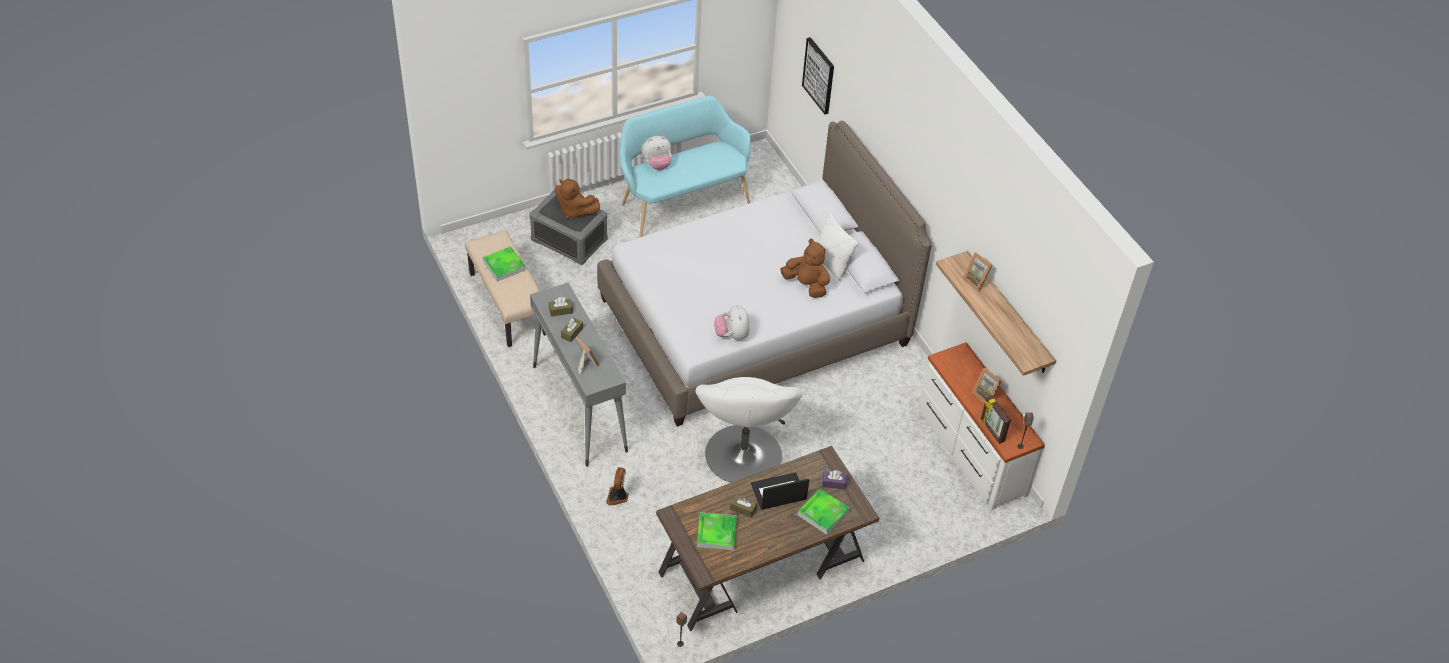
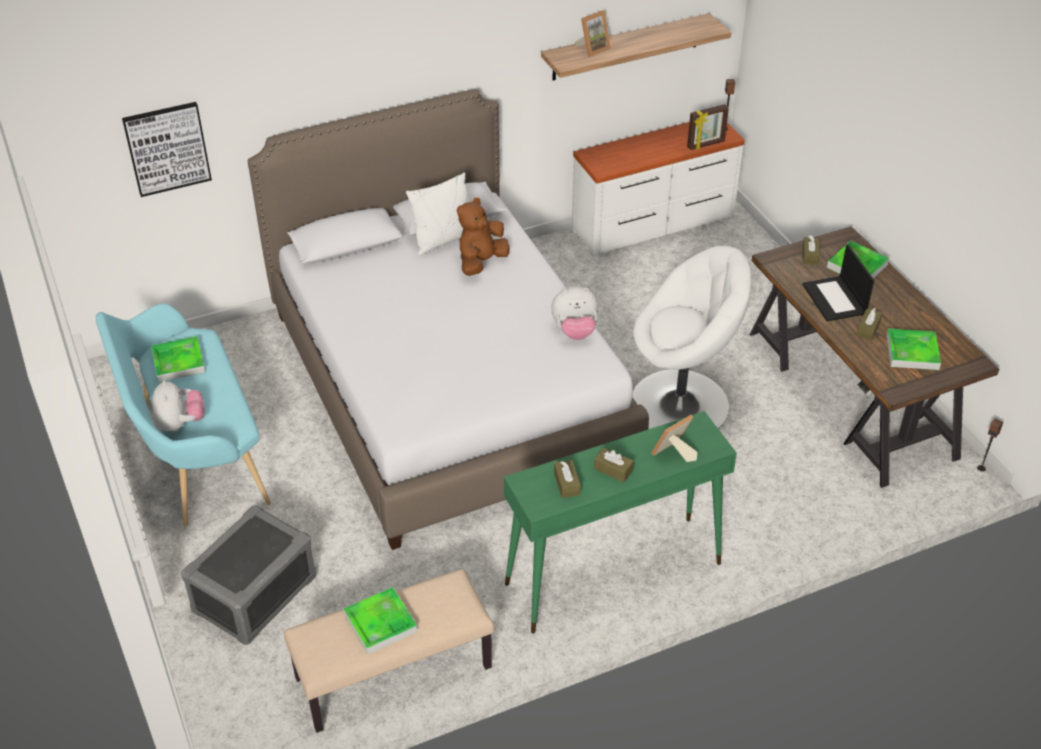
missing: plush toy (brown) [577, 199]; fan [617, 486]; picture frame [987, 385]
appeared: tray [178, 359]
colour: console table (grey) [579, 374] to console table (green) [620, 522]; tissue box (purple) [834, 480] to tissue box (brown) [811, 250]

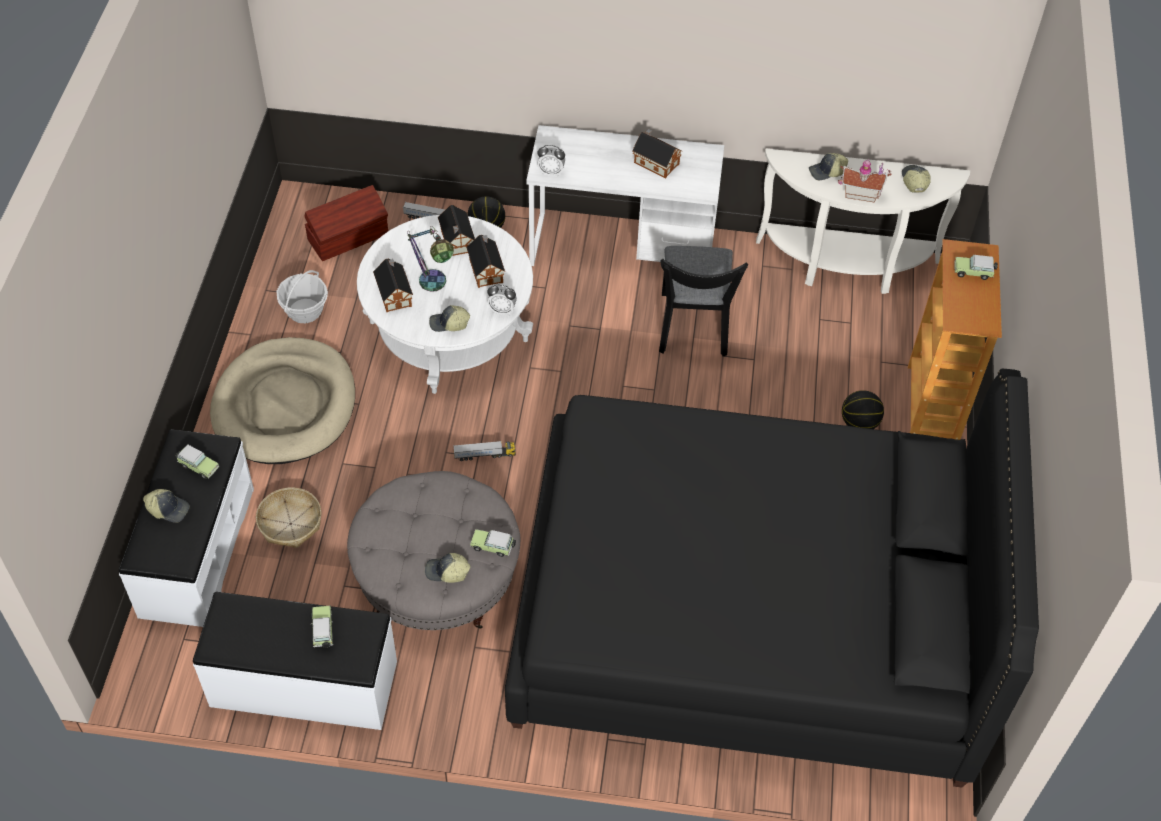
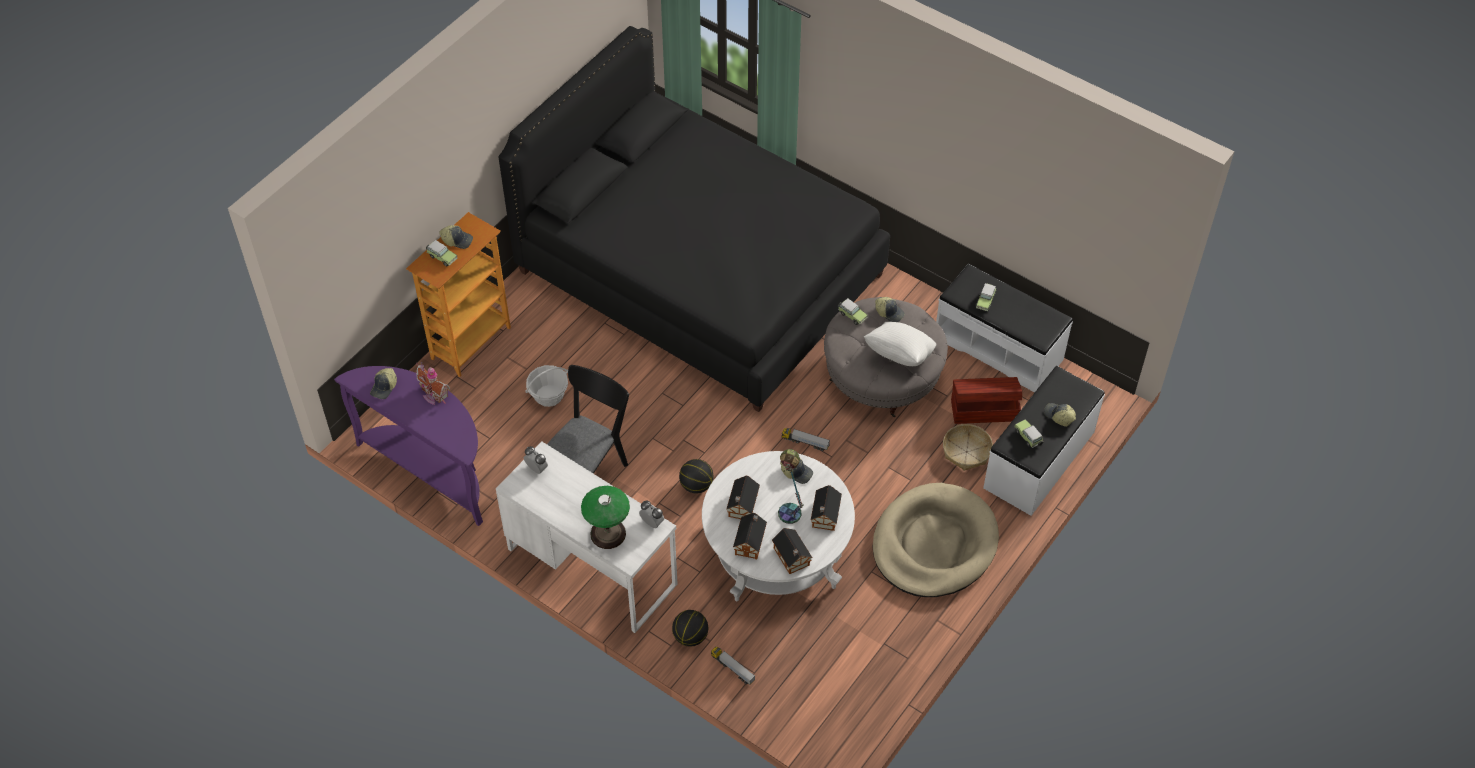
appeared: table lamp [605, 517]; pillow (white) [900, 344]
relocated: basket [302, 296] to [546, 386]; storage box (brown) [346, 223] to [986, 400]; alarm clock [502, 299] to [536, 460]; toy house [657, 153] to [792, 551]; cap [828, 166] to [456, 237]; basketball [863, 409] to [696, 476]
colour: console table (white) [863, 221] to console table (purple) [408, 446]

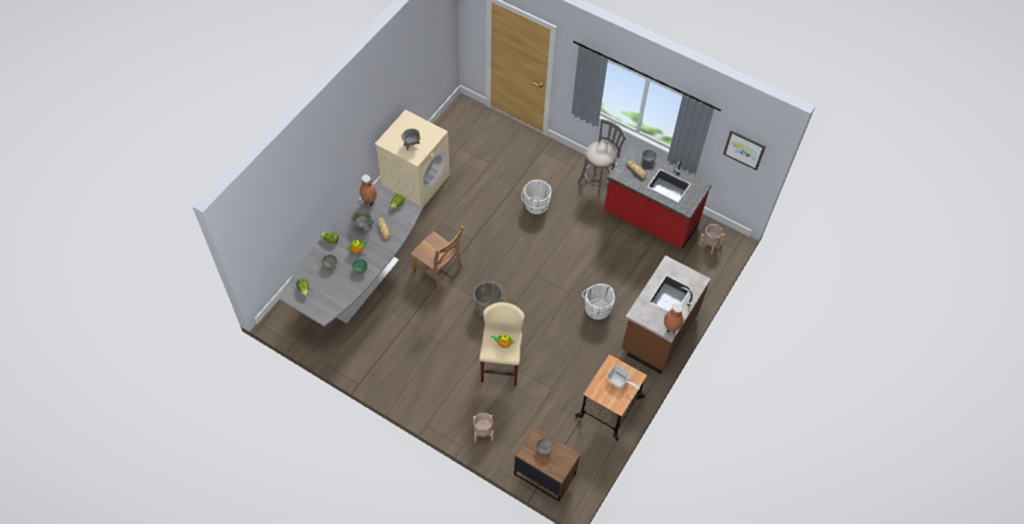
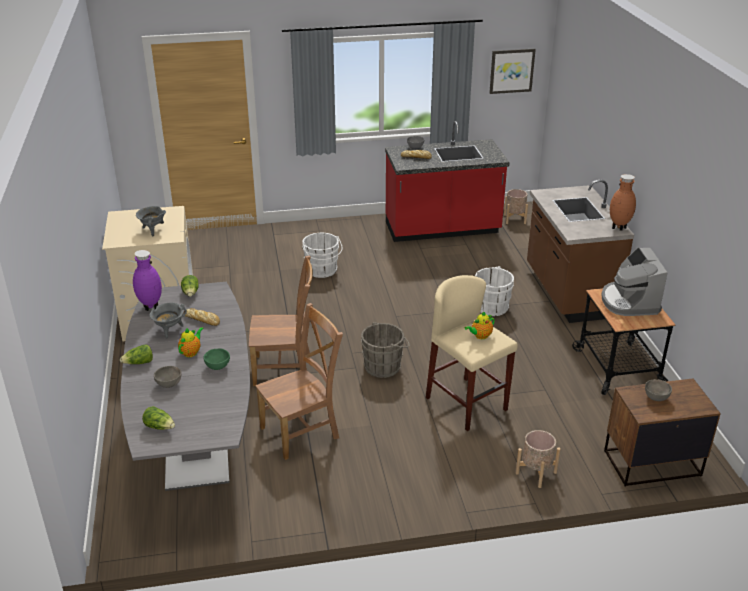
missing: stool (grey) [602, 158]
appeared: chair (brown) [299, 381]
exchanged: frying pan [623, 377] to coffee machine [634, 281]
colour: vase (brown) [368, 190] to vase (purple) [147, 280]

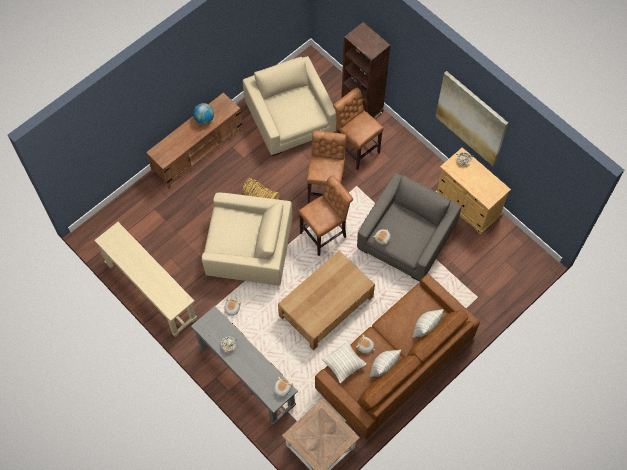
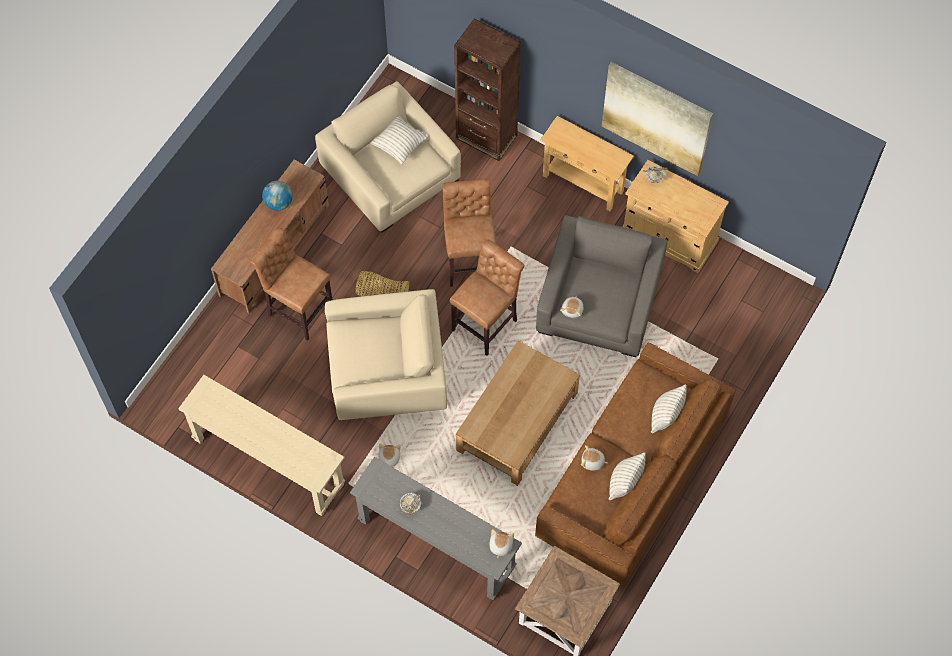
appeared: console table (beige) [587, 163]
relocated: pillow [344, 362] to [400, 140]; stool (brown) [358, 129] to [291, 284]

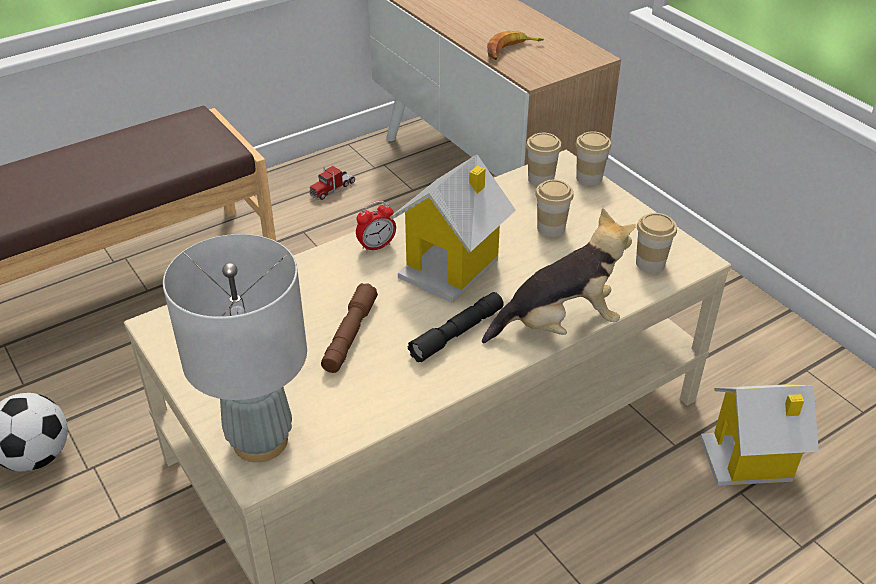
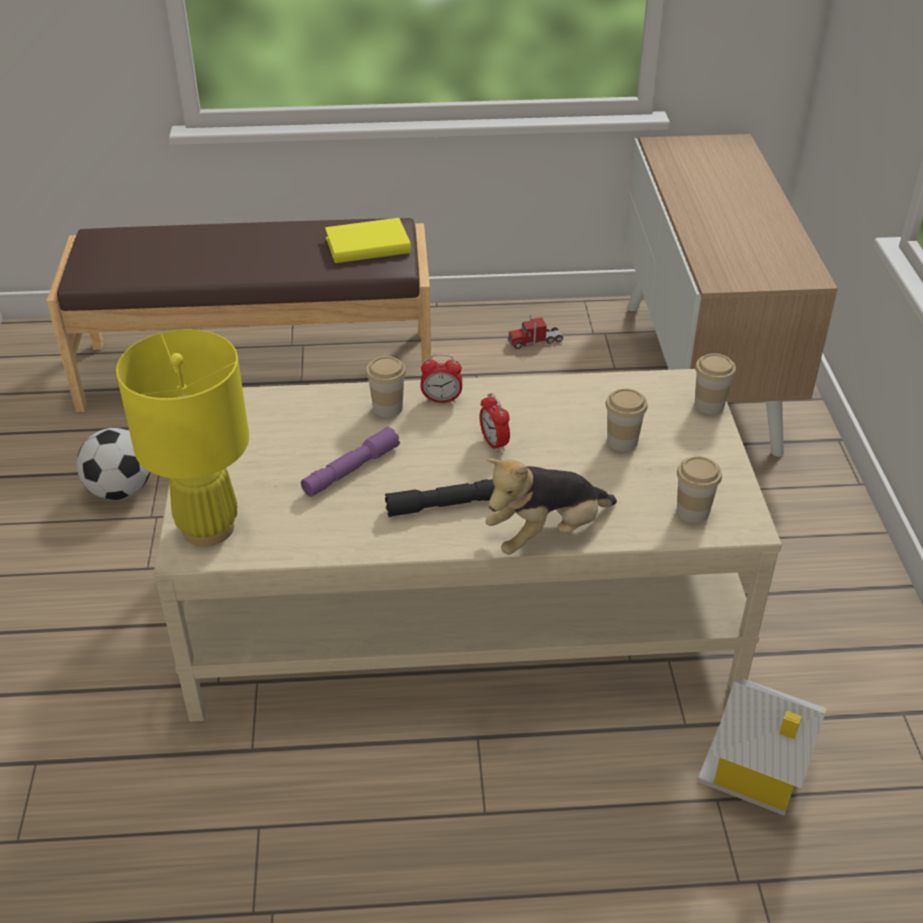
missing: banana [515, 45]
appeared: book (yellow) [368, 240]
relocated: cup [544, 160] to [386, 386]
exchanged: toy house [453, 228] to alarm clock [495, 423]
colour: table lamp (grey) [235, 348] to table lamp (yellow) [182, 437]; flashlight (brown) [349, 328] to flashlight (purple) [350, 462]
spun: plush toy [559, 275] = [551, 506] 135 degrees clockwise

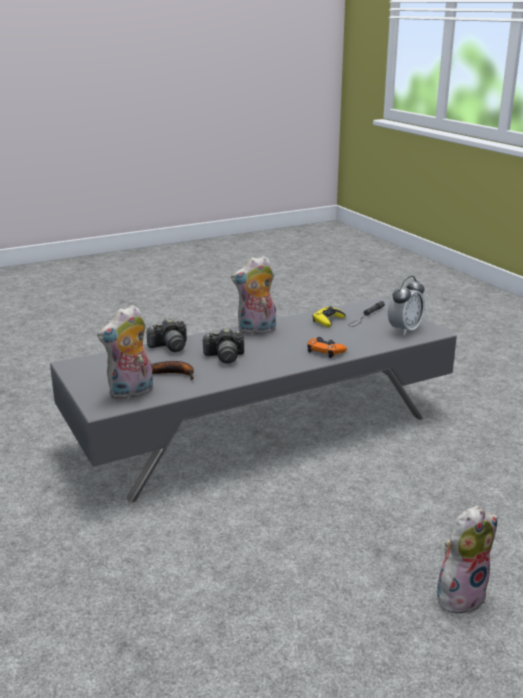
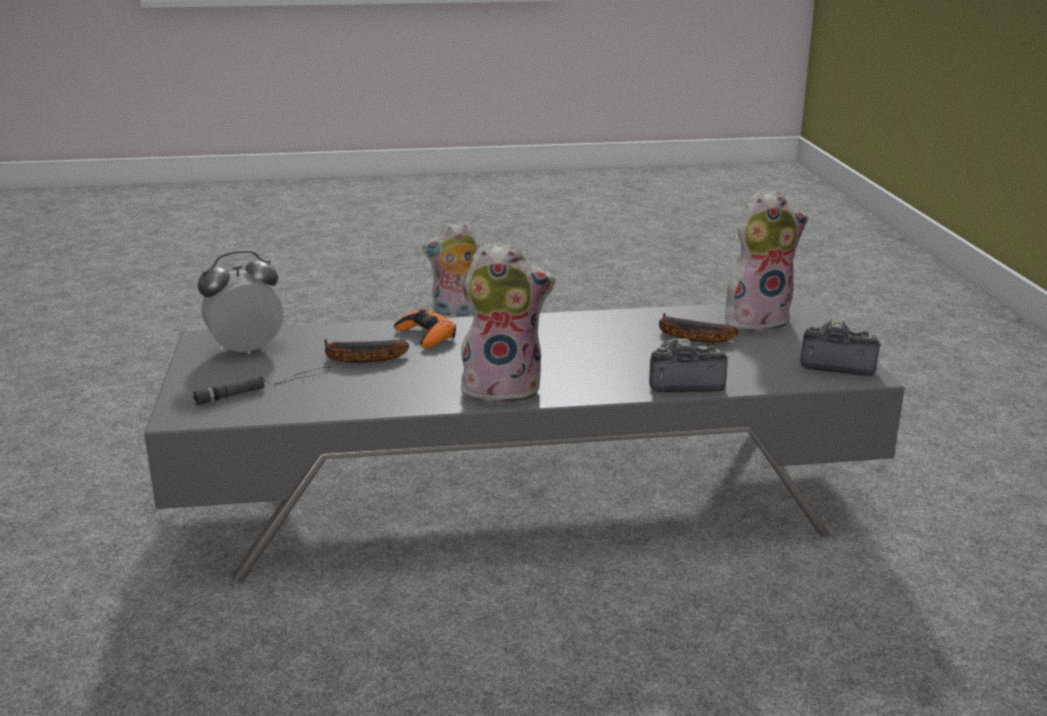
missing: game controller (yellow) [329, 316]
appeared: banana [367, 351]
relocated: photo camera [222, 346] to [841, 348]

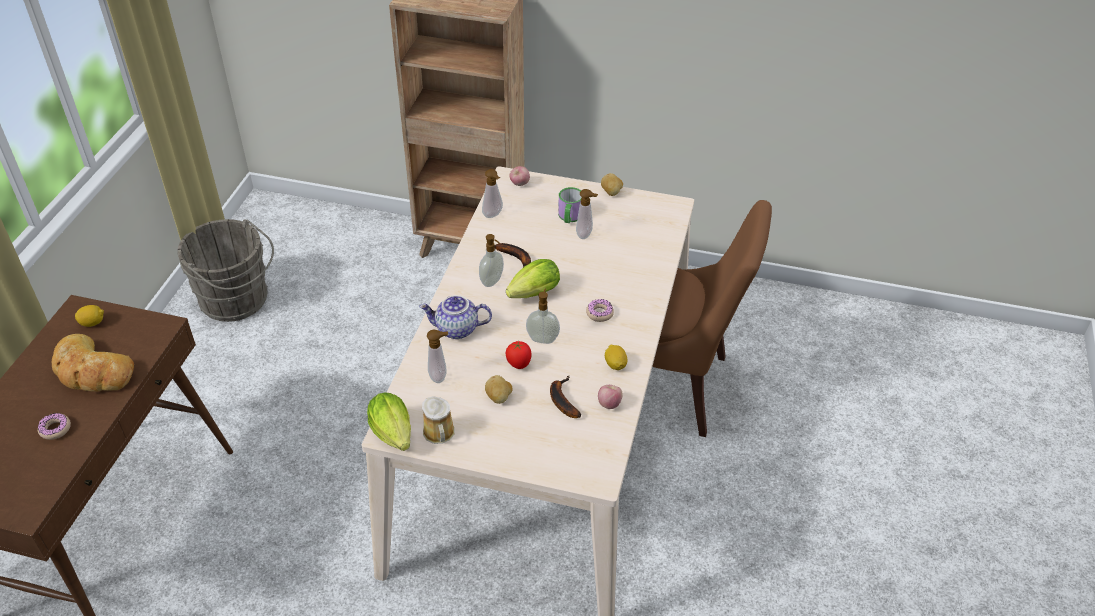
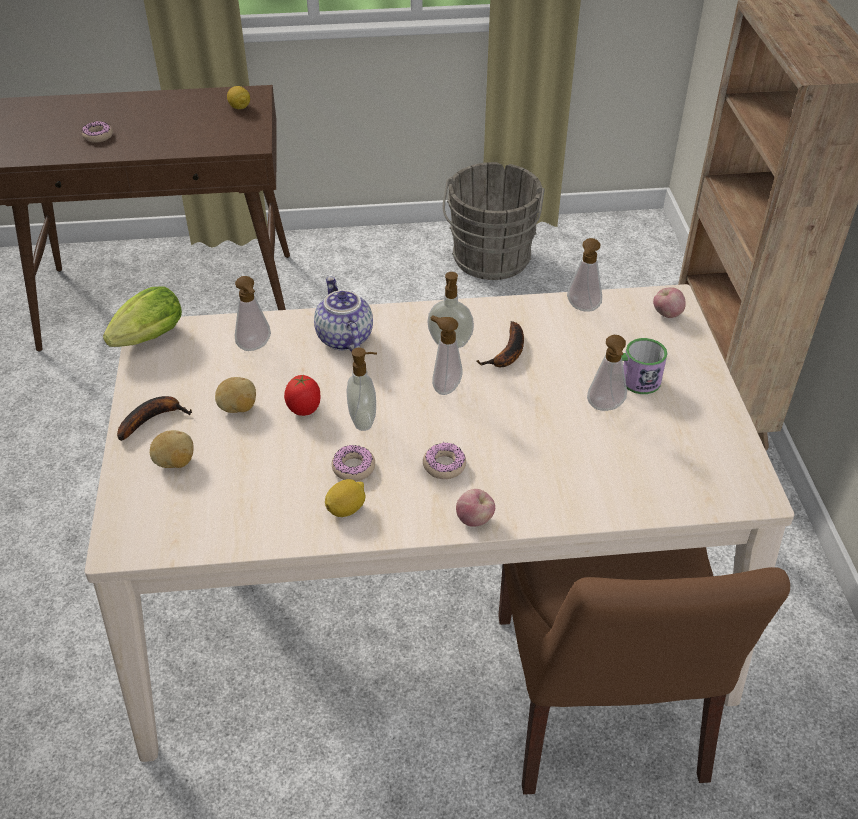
missing: bread [93, 363]; mug [438, 420]
appeared: donut [353, 463]
relocated: banana [565, 397] to [154, 418]; apple [610, 397] to [475, 508]; potato [612, 184] to [172, 449]
exchanged: lettuce [533, 278] to soap dispenser [447, 355]

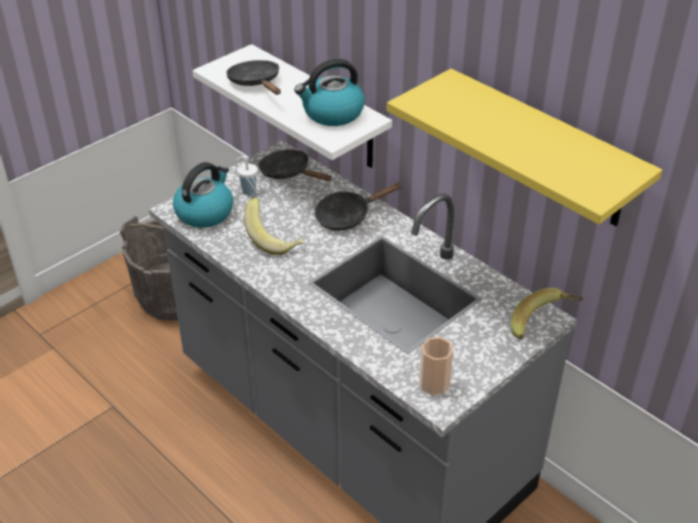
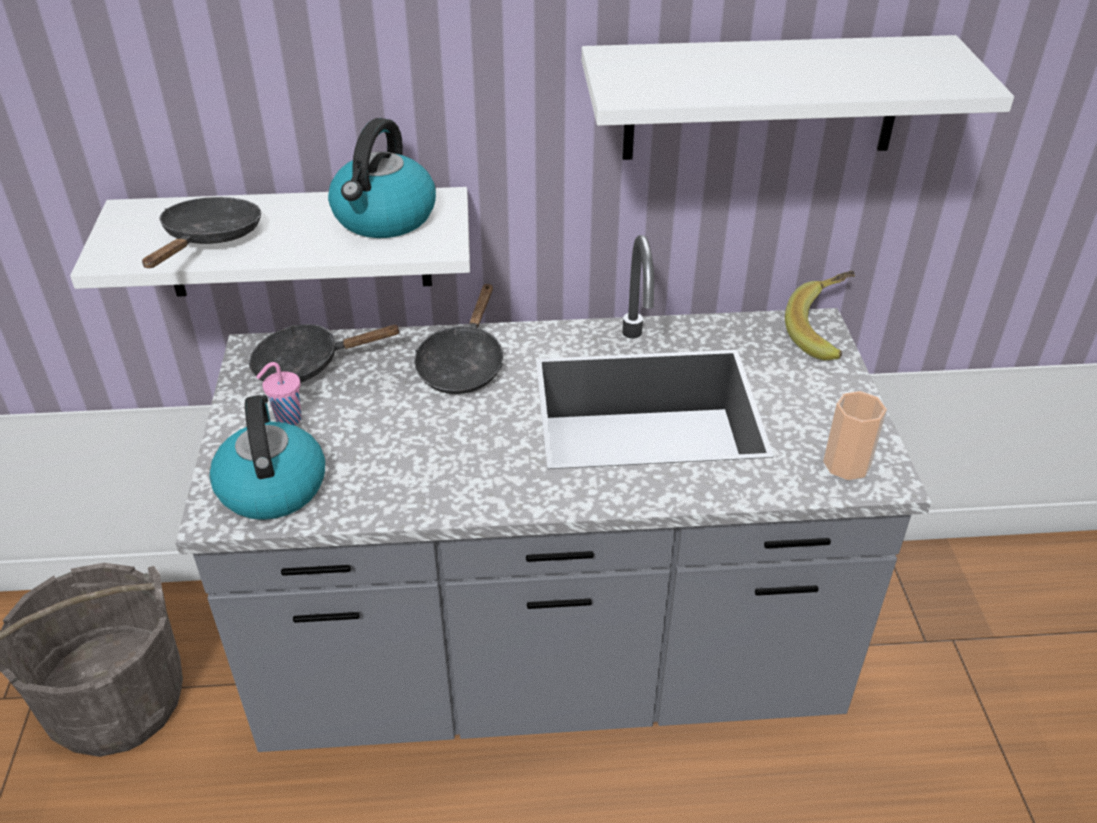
missing: banana [273, 226]
colour: cup (white) [247, 175] to cup (pink) [279, 394]; shelf (yellow) [524, 147] to shelf (white) [797, 97]
spun: frying pan (black) [253, 77] = [201, 232] 90 degrees clockwise

